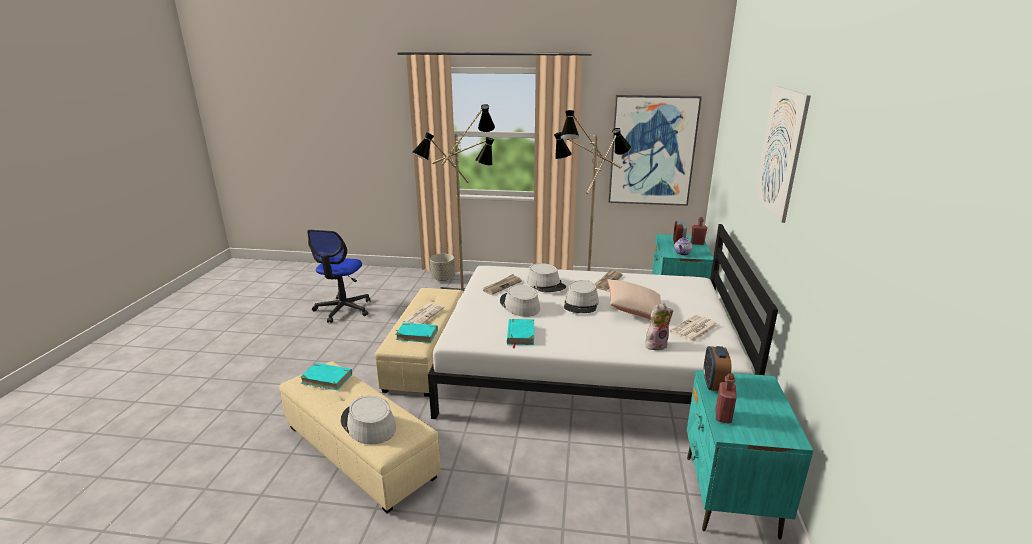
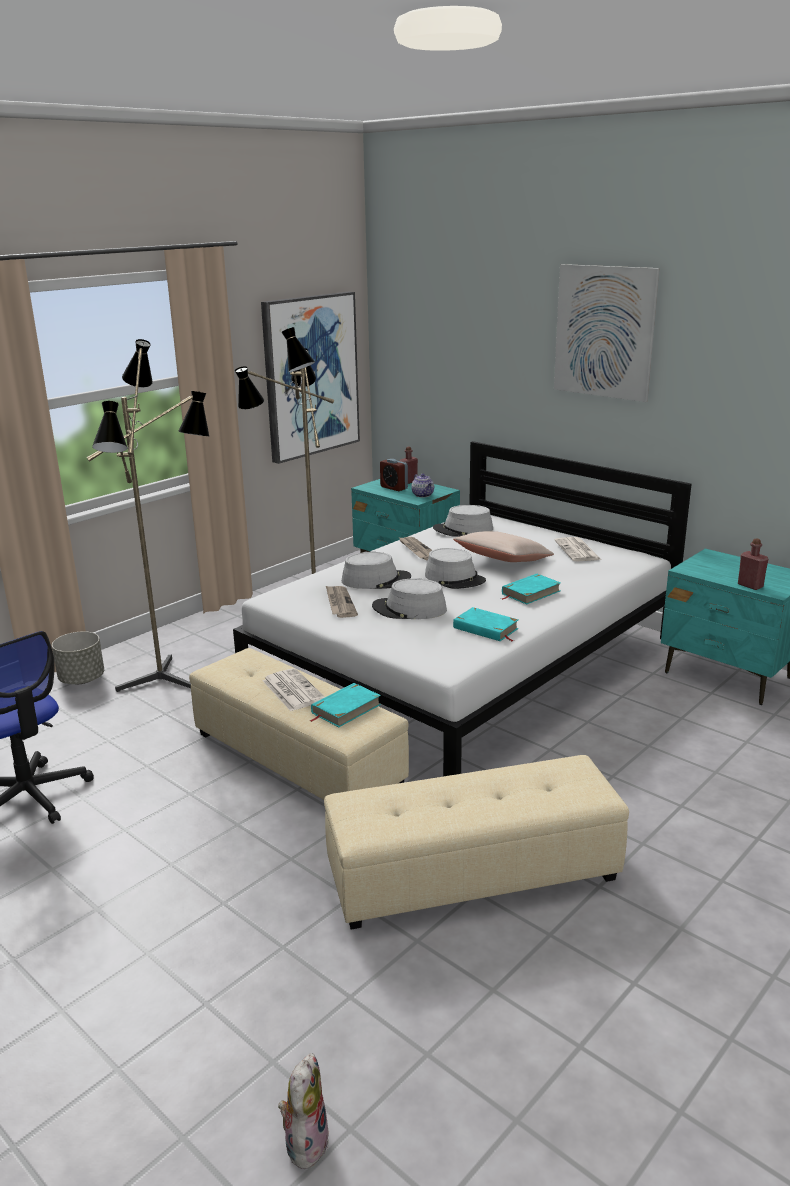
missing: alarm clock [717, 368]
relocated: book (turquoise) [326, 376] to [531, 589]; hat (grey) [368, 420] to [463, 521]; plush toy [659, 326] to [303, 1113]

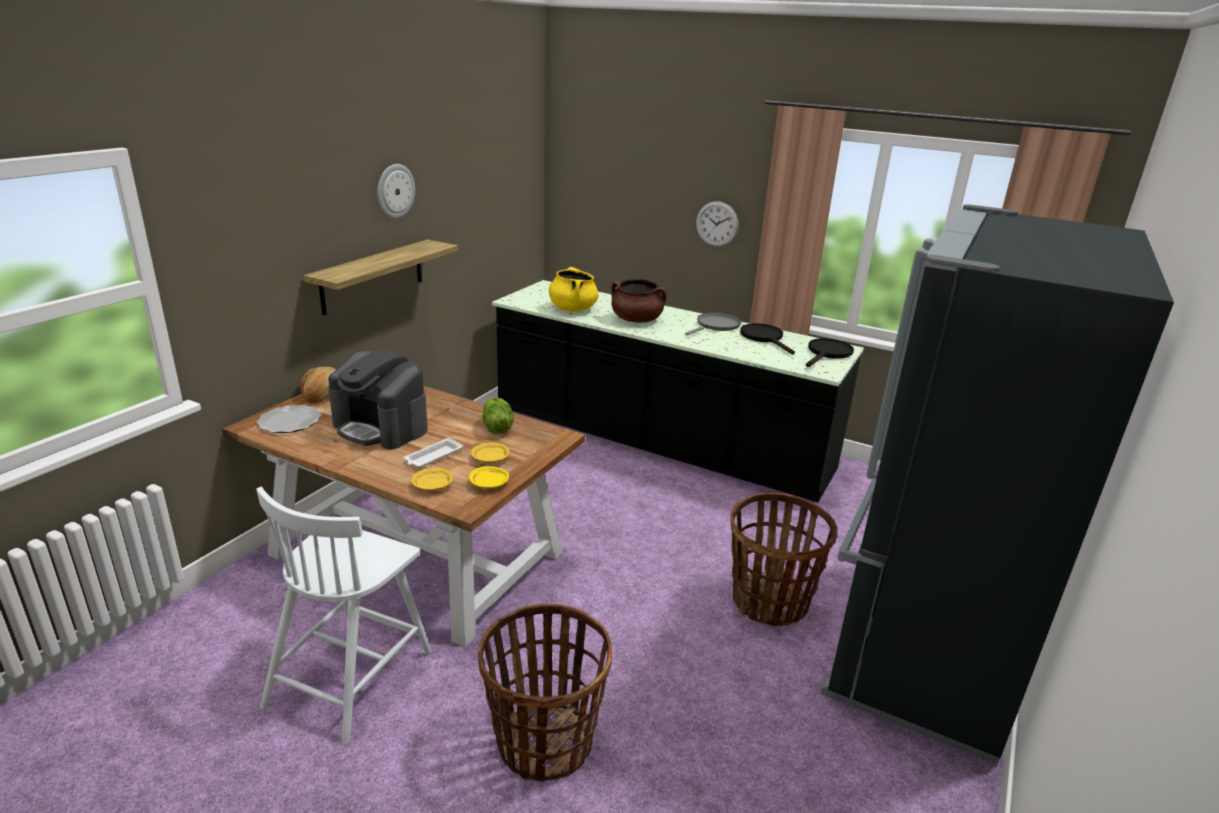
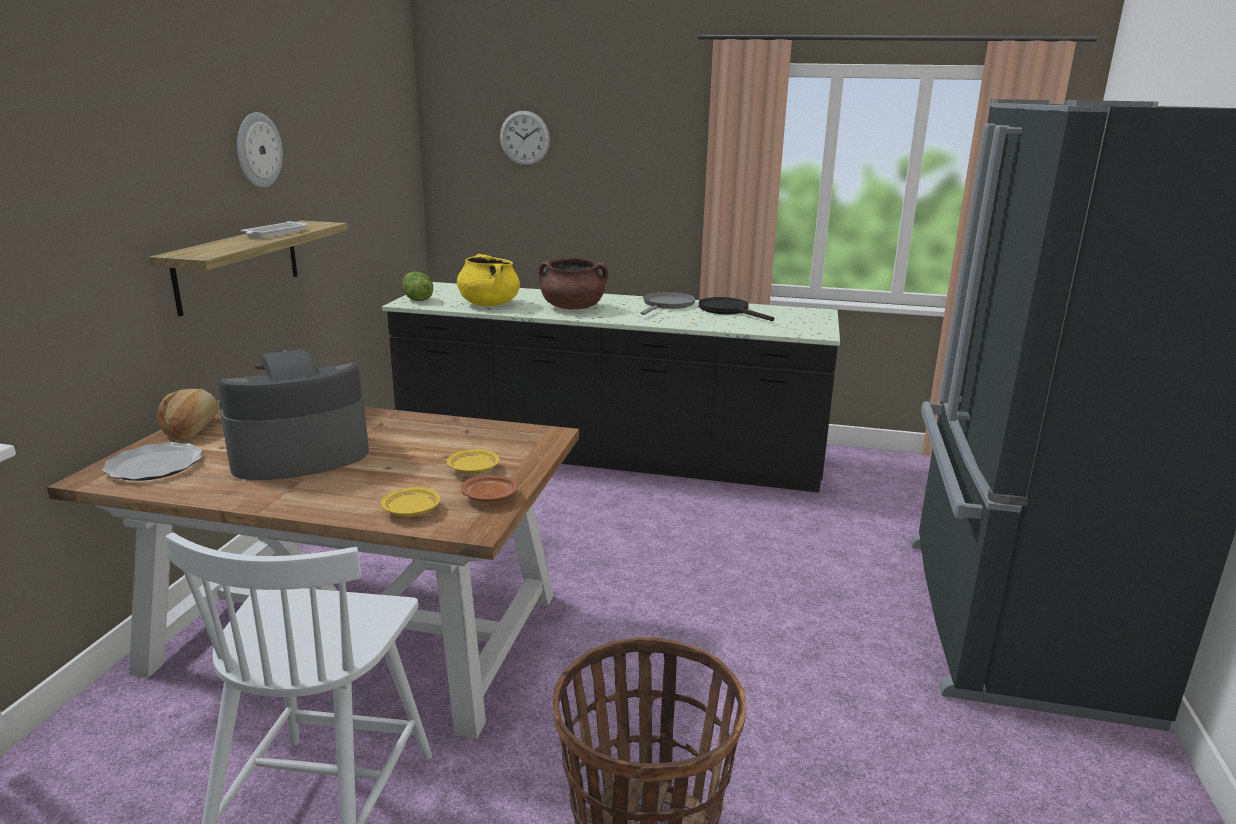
missing: basket [783, 559]; frying pan (black) [830, 352]
relocated: tray (white) [433, 453] to [274, 229]; lettuce [498, 416] to [417, 286]; wall clock [717, 224] to [525, 138]
colour: plate (yellow) [489, 477] to plate (brown) [489, 488]
spun: coffee machine [378, 399] = [293, 414] 135 degrees clockwise

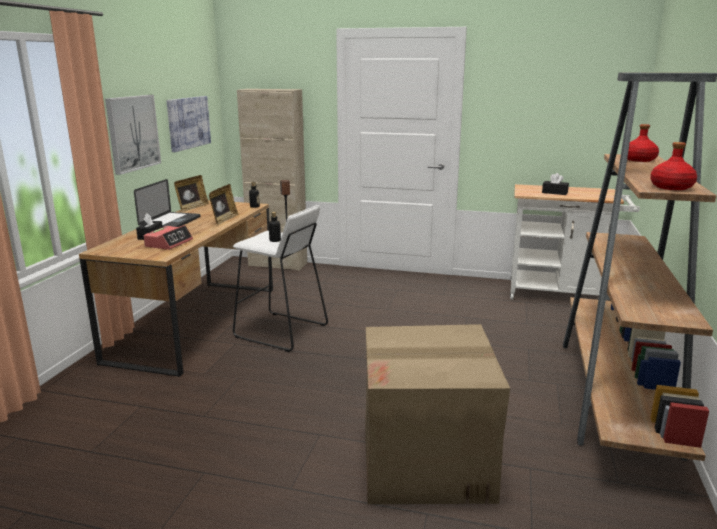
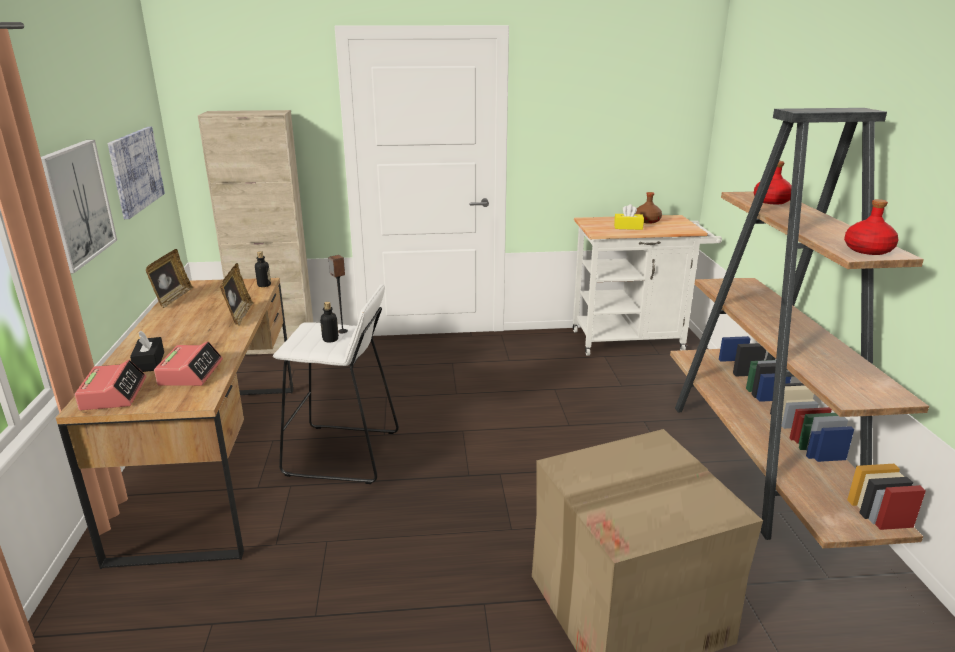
missing: laptop [167, 203]
appeared: alarm clock [110, 385]; bottle (brown) [648, 207]
colour: tissue box (black) [555, 184] to tissue box (yellow) [629, 217]

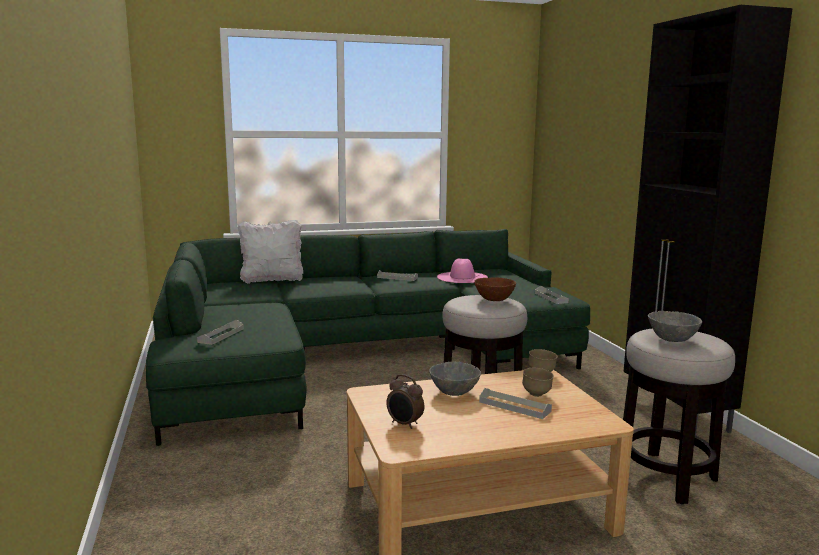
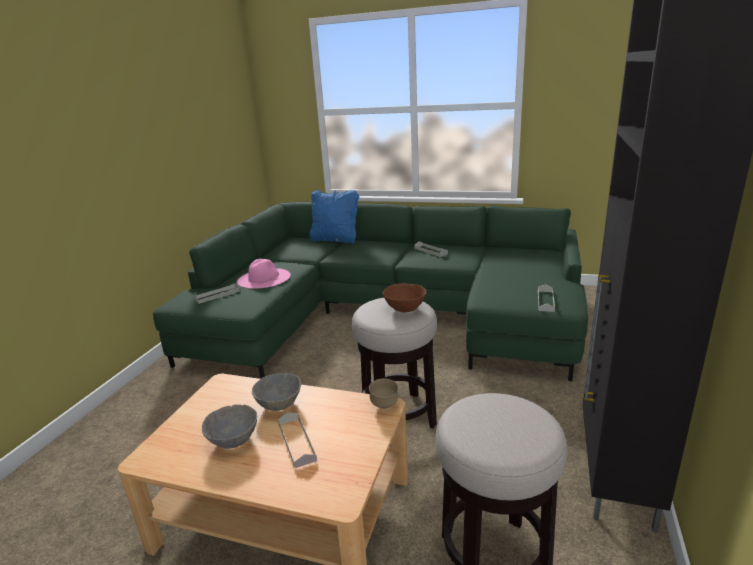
missing: alarm clock [405, 401]; bowl (brown) [538, 382]
relocated: hat (pink) [462, 270] to [264, 274]; bowl (grey) [675, 326] to [229, 426]
colour: pillow (white) [270, 252] to pillow (blue) [334, 216]

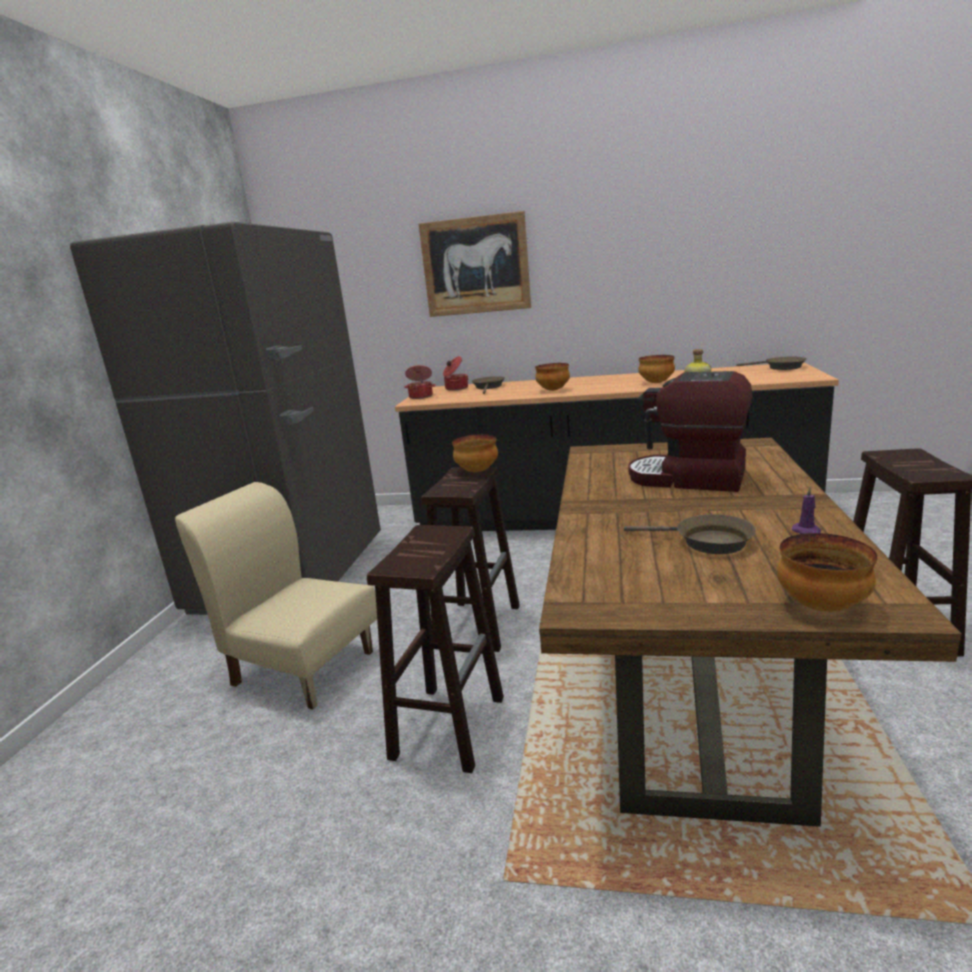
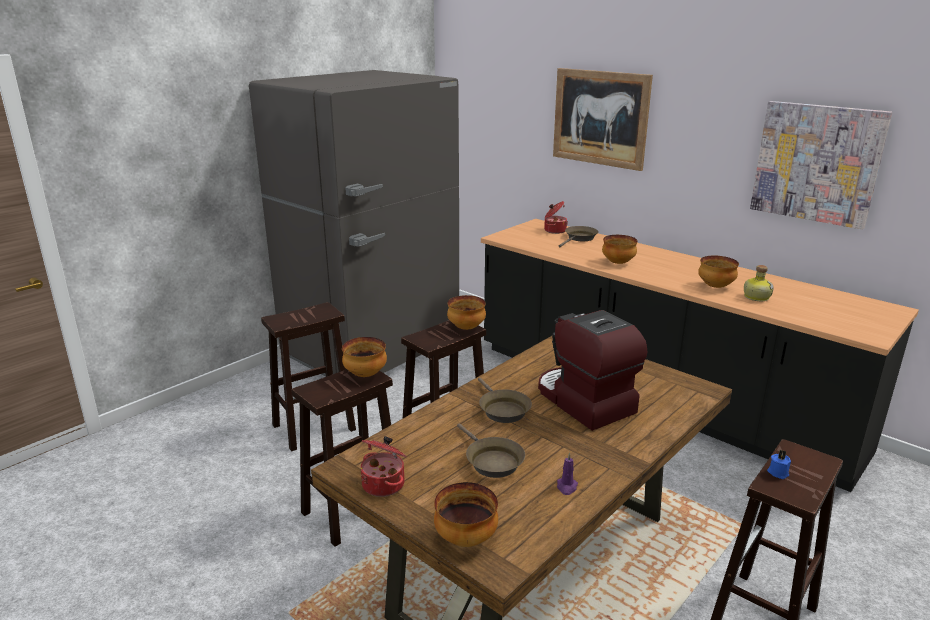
appeared: bowl [364, 357]; picture [821, 165]; candle (blue) [779, 464]
relocated: cooking pot [420, 382] to [384, 466]; frying pan (brown) [771, 363] to [505, 400]
exchanged: chair (beige) [276, 595] to stool (brown) [308, 376]

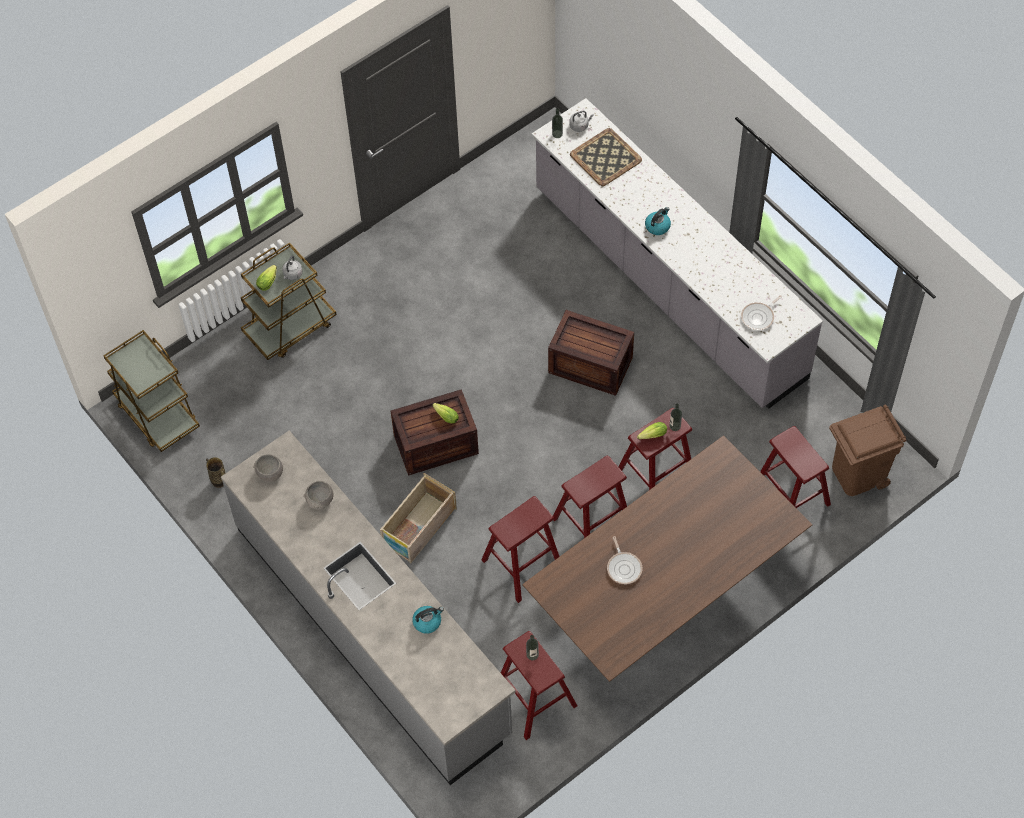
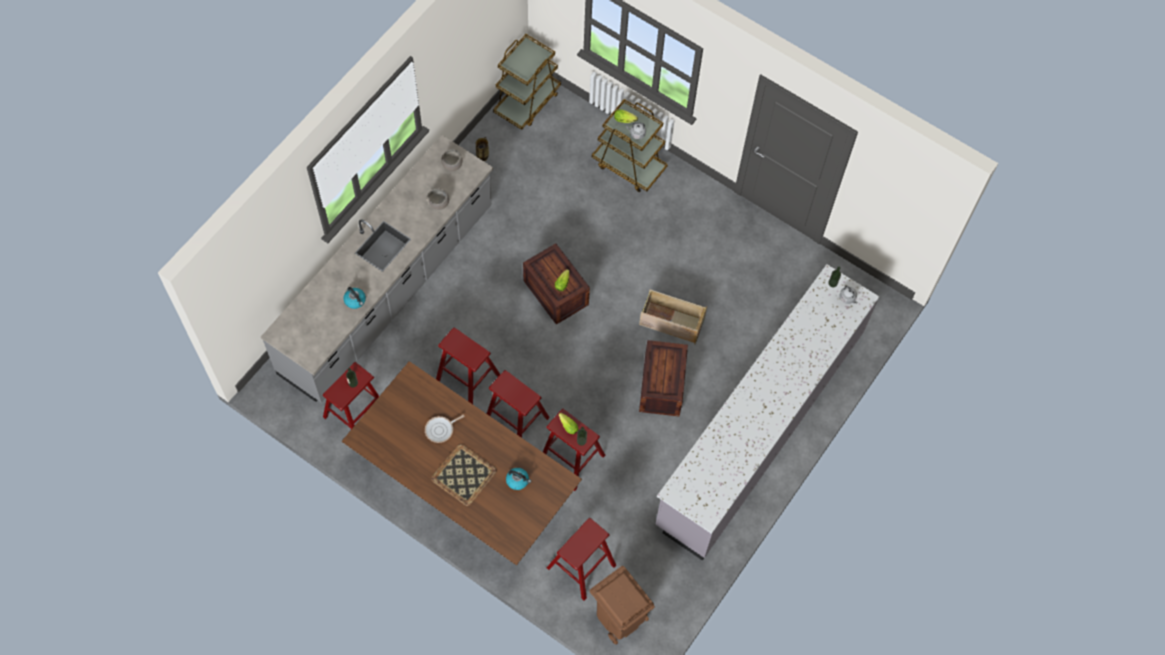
missing: frying pan [761, 312]
relocated: crate [418, 518] to [673, 316]; tray [606, 157] to [464, 475]; kettle [658, 221] to [518, 479]

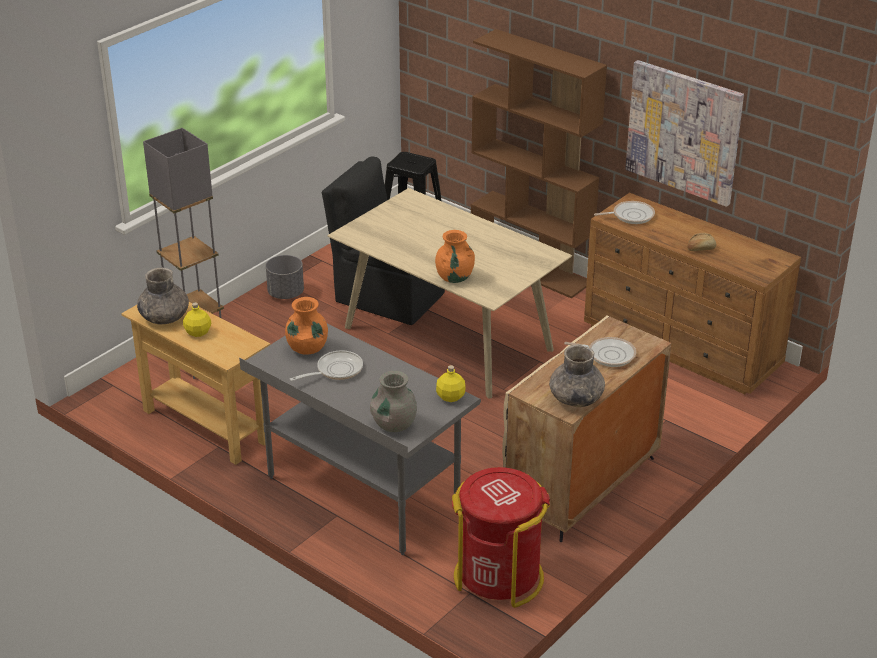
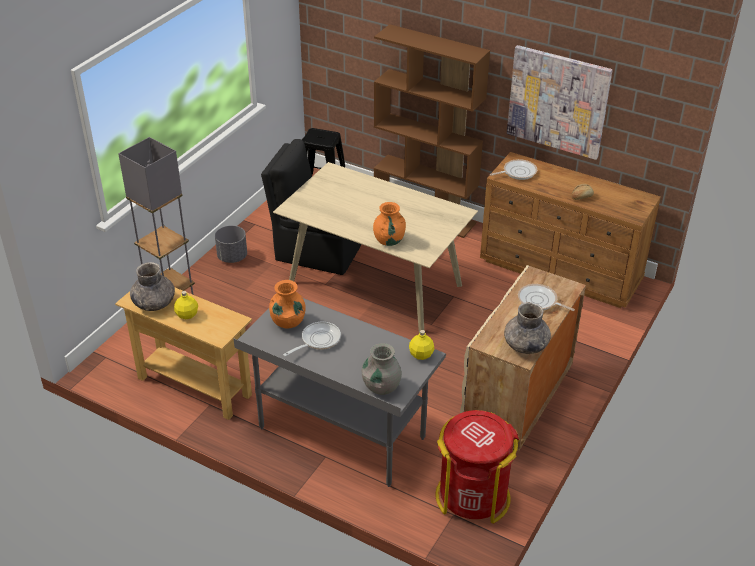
spun: frying pan [600, 352] = [546, 297] 150 degrees counterclockwise

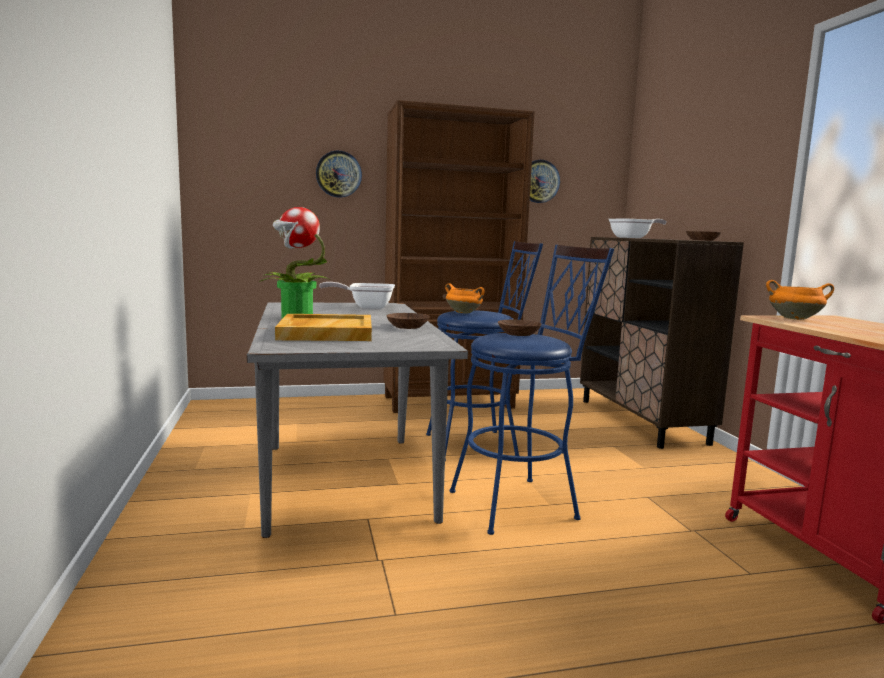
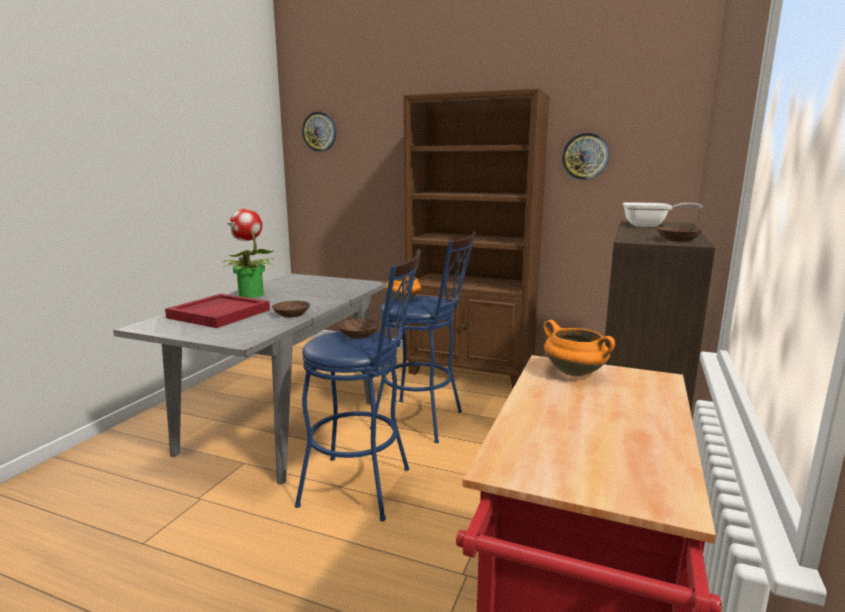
missing: frying pan [357, 295]
relocated: wall clock [339, 174] to [319, 132]
colour: tray (beige) [323, 327] to tray (red) [217, 311]

